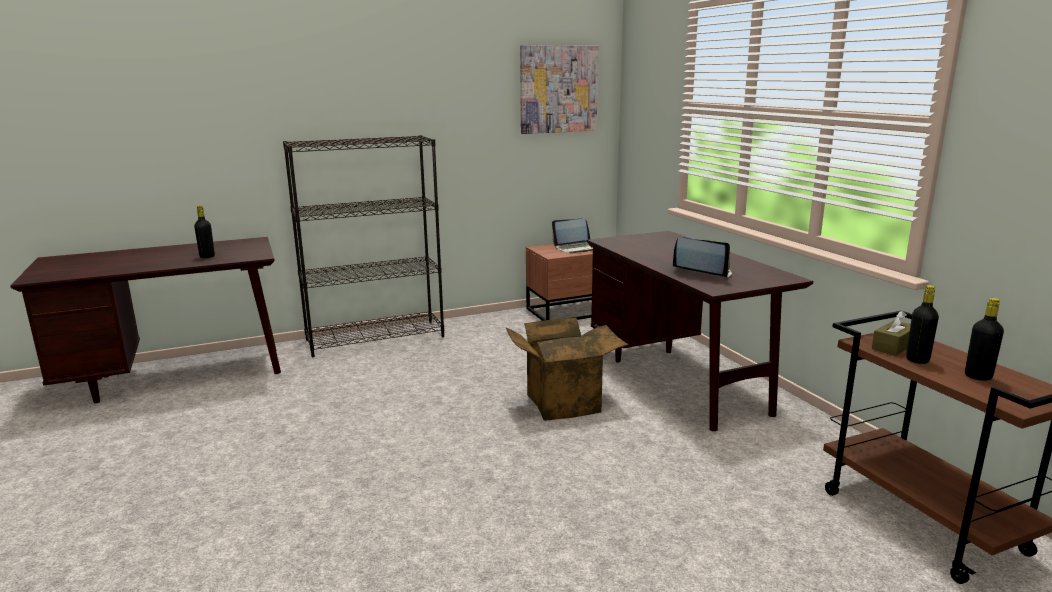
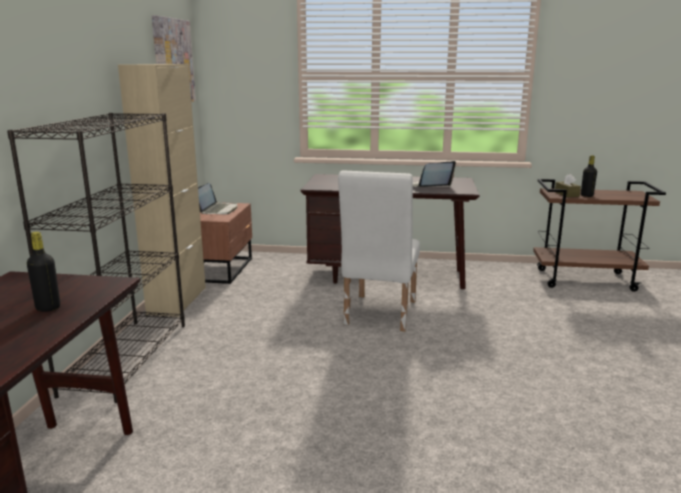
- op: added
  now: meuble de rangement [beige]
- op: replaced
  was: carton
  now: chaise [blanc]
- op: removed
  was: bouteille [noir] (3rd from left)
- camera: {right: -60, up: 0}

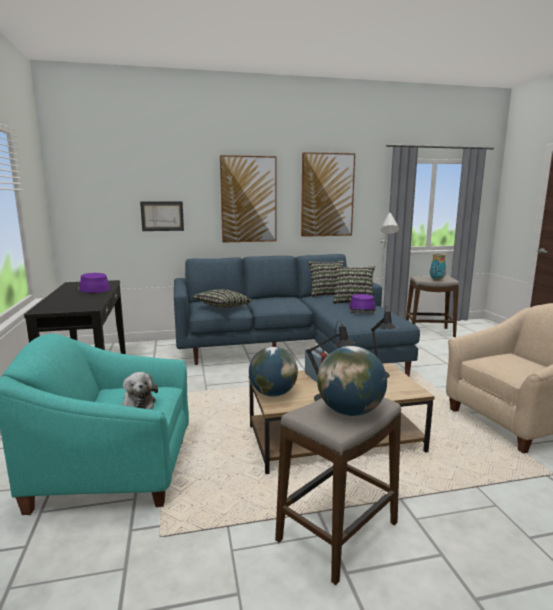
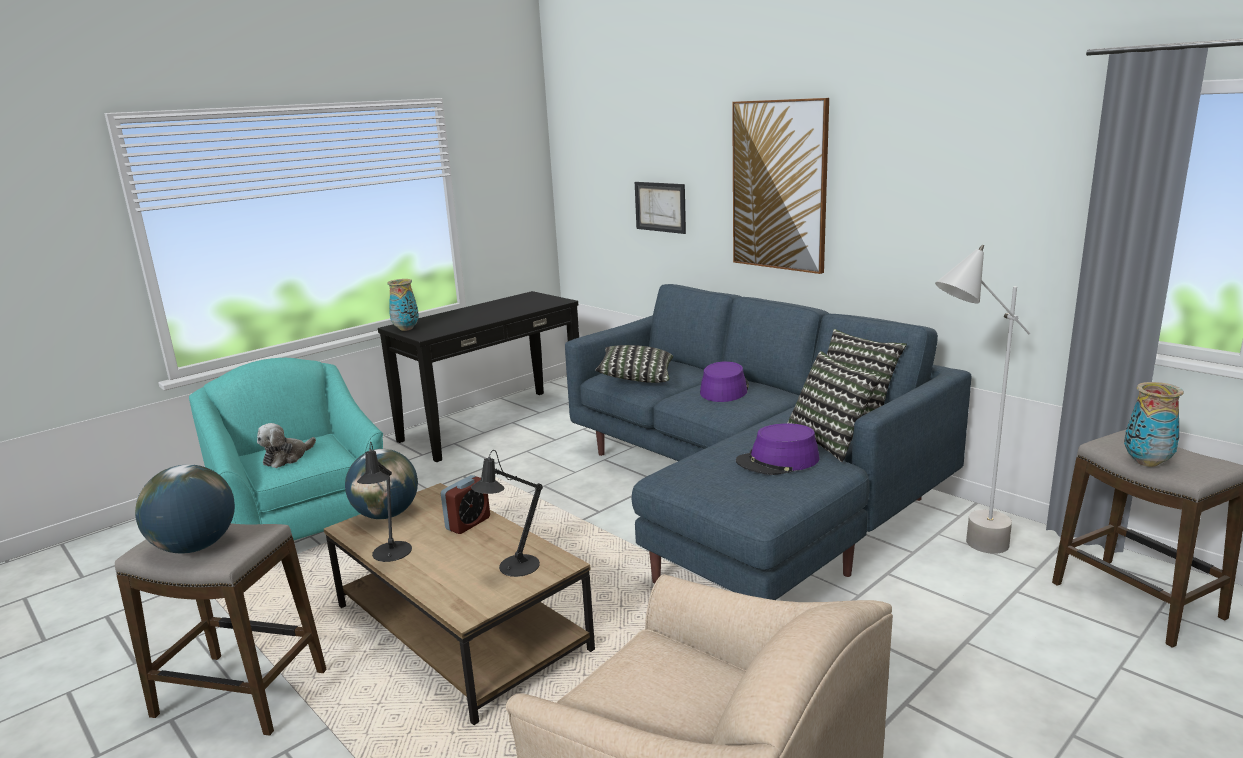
- op: added
  now: vase (1st from left)
- op: moved
  was: chapeau [violet] (1st from left)
- op: removed
  was: tableau (3rd from left)
- camera: {right: 60, up: 5}

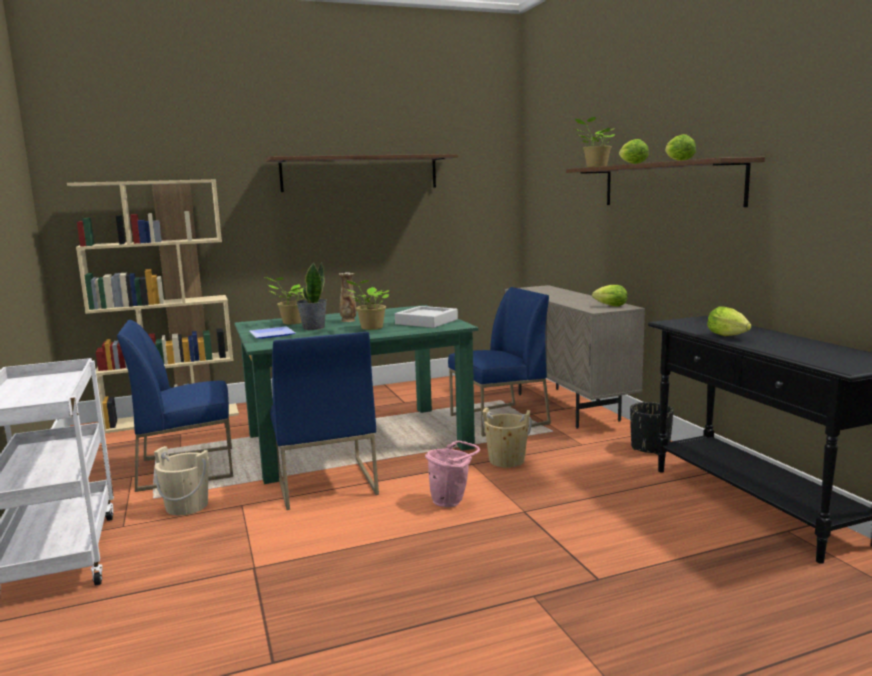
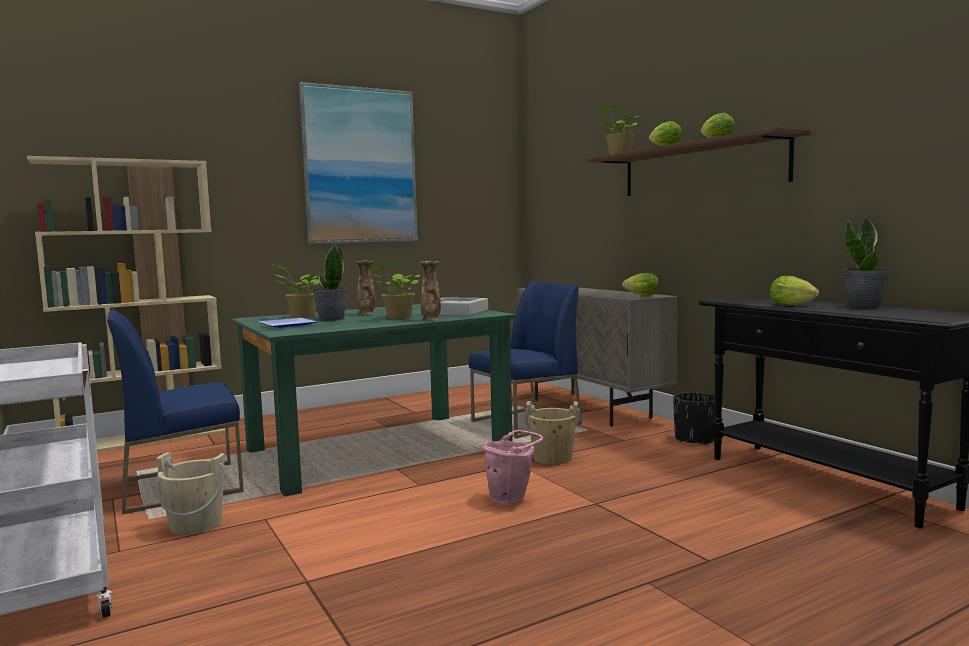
- op: replaced
  was: étagère [marron] (1st from left)
  now: tableau
- op: added
  now: vase (2nd from left)
- op: added
  now: plante en pot (5th from left)
- op: removed
  was: chaise [bleu] (2nd from left)
- camera: {right: -10, up: -5}

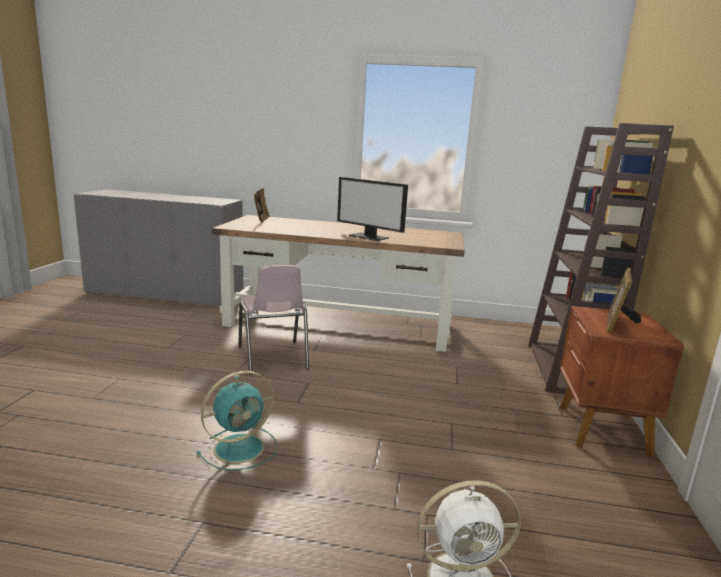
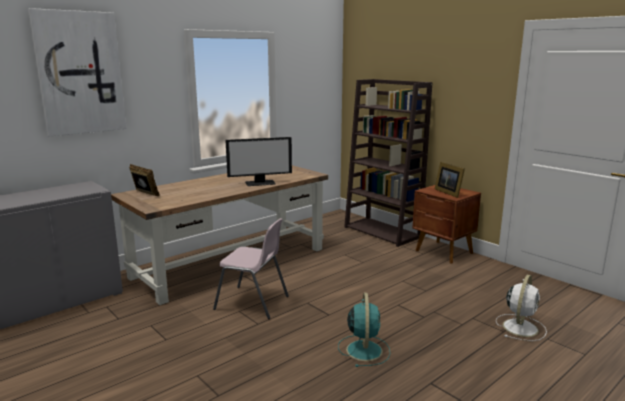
- op: added
  now: tableau
- camera: {right: -50, up: 0}

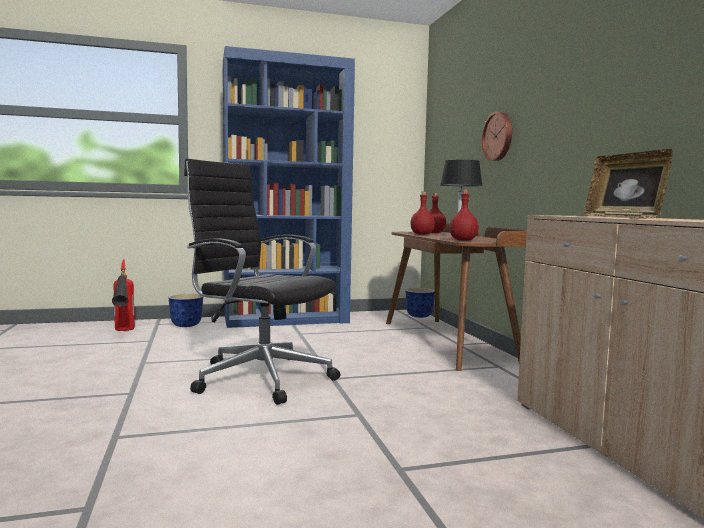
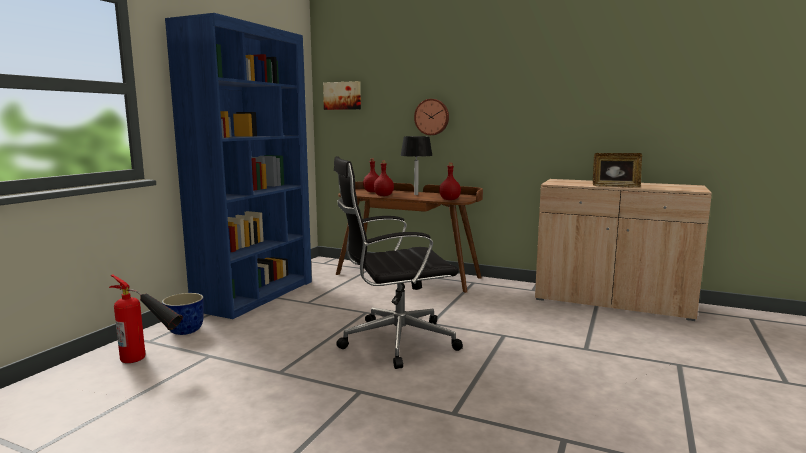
- op: added
  now: tableau
- op: removed
  was: cache-pot (2nd from left)
- camera: {right: -50, up: 5}

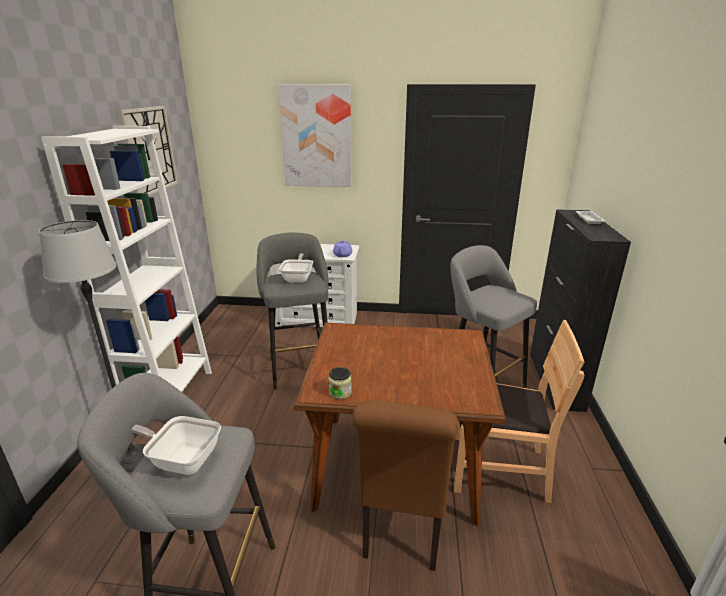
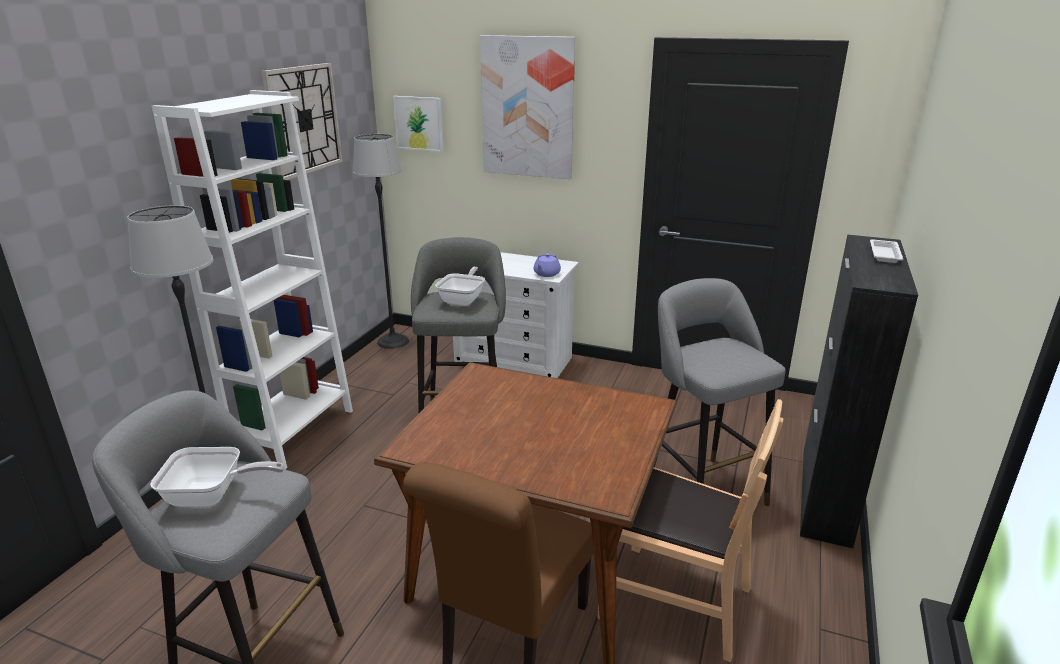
- op: turned
  was: poêle (1st from left)
  clockwise: 150
- op: added
  now: lampadaire (2nd from left)
- op: added
  now: tableau (1st from left)
- op: removed
  was: bocal
- camera: {right: 15, up: 0}

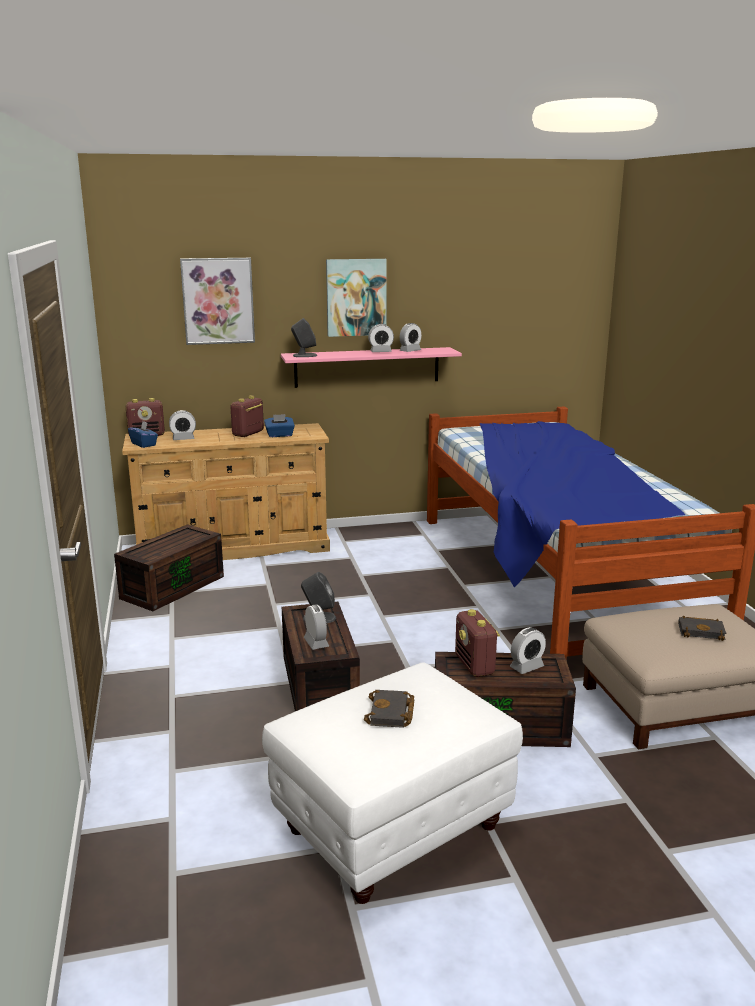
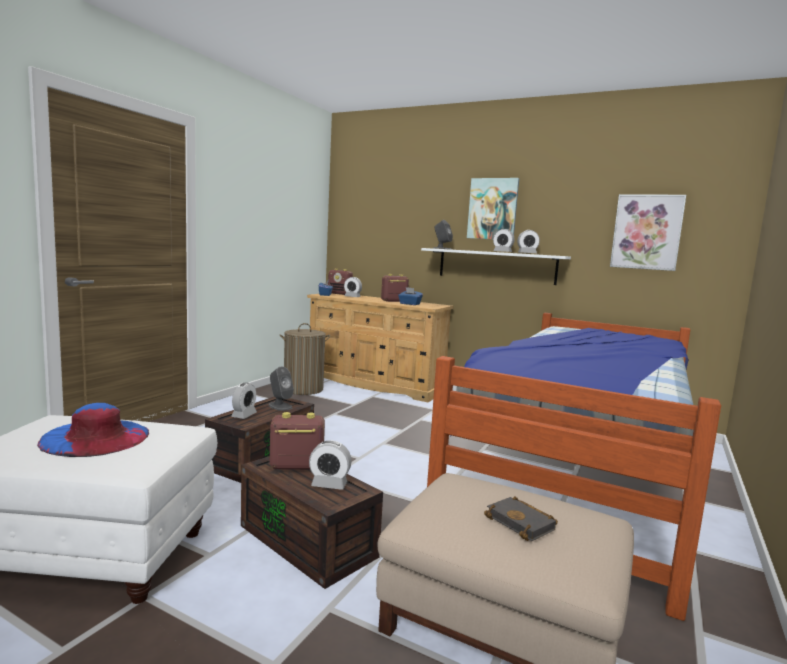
- op: replaced
  was: livre [noir] (1st from left)
  now: chapeau [bleu]
- op: turned
  was: radio (3rd from left in the first image)
  clockwise: 60
- op: replaced
  was: boîte de rangement [marron] (1st from left)
  now: panier à linge
- op: recoloured
  was: étagère [rose]
  now: étagère [blanc]
- op: moved
  was: tableau (1st from left in the first image)
  now: tableau (2nd from left)
- camera: {right: 40, up: -10}

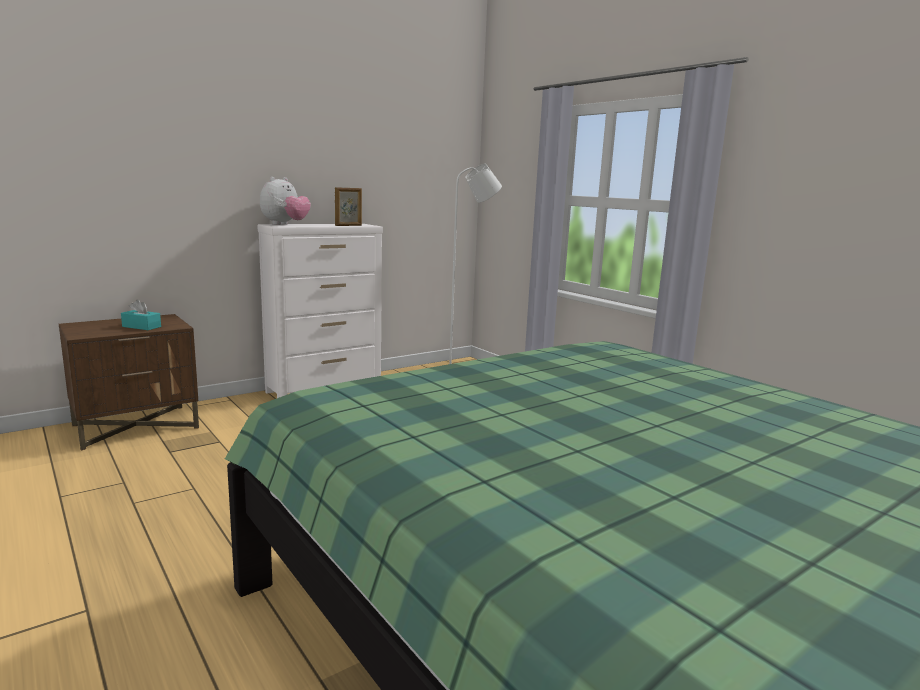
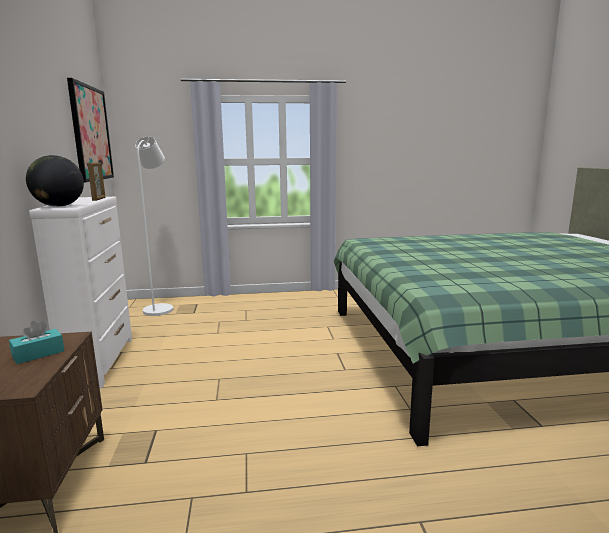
- op: replaced
  was: peluche
  now: globe
- op: added
  now: tableau
- camera: {right: -60, up: 0}

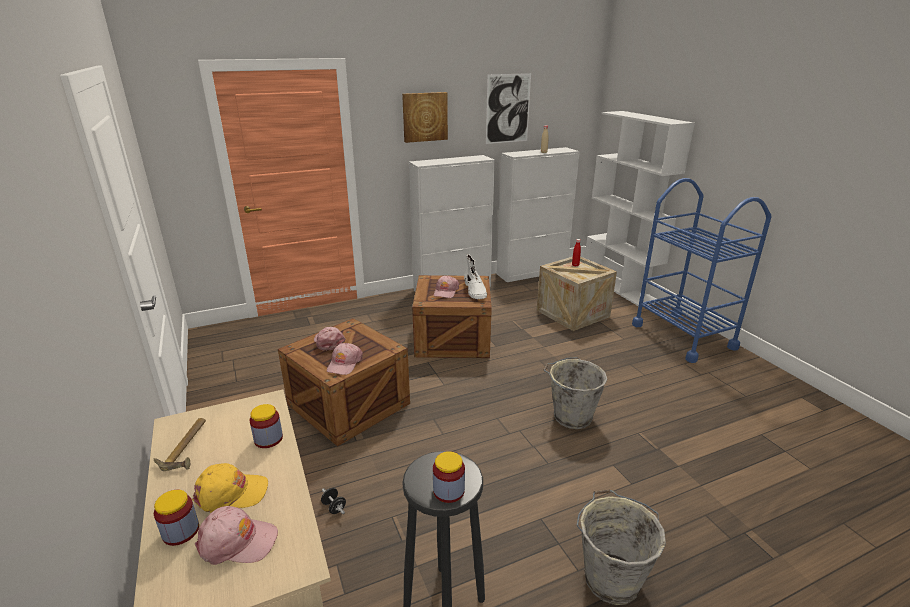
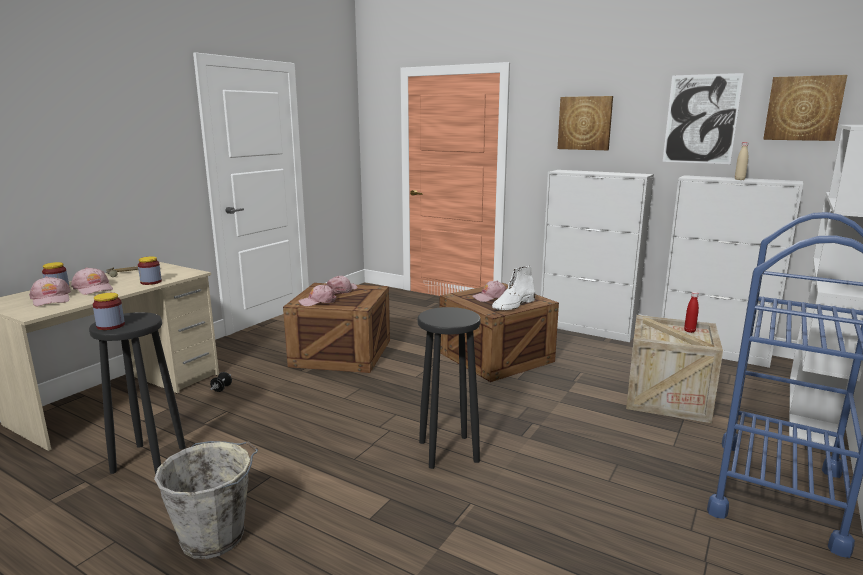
- op: recoloured
  was: casquette [jaune]
  now: casquette [rose] (2nd from left)
- op: replaced
  was: seau [gris] (1st from left)
  now: tabouret [noir] (2nd from left)
- op: added
  now: tableau (3rd from left)
- camera: {right: 55, up: -10}

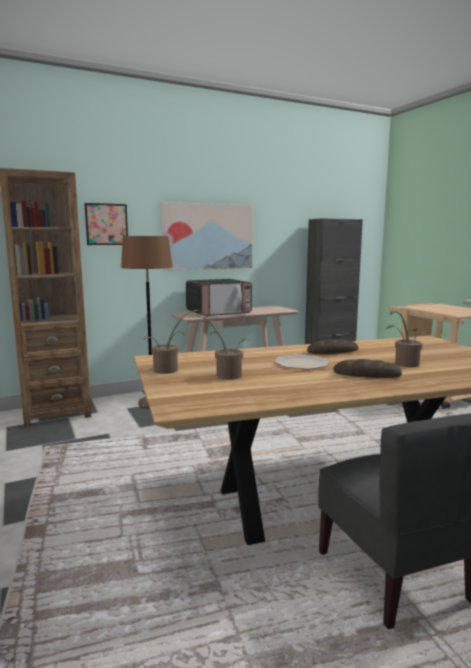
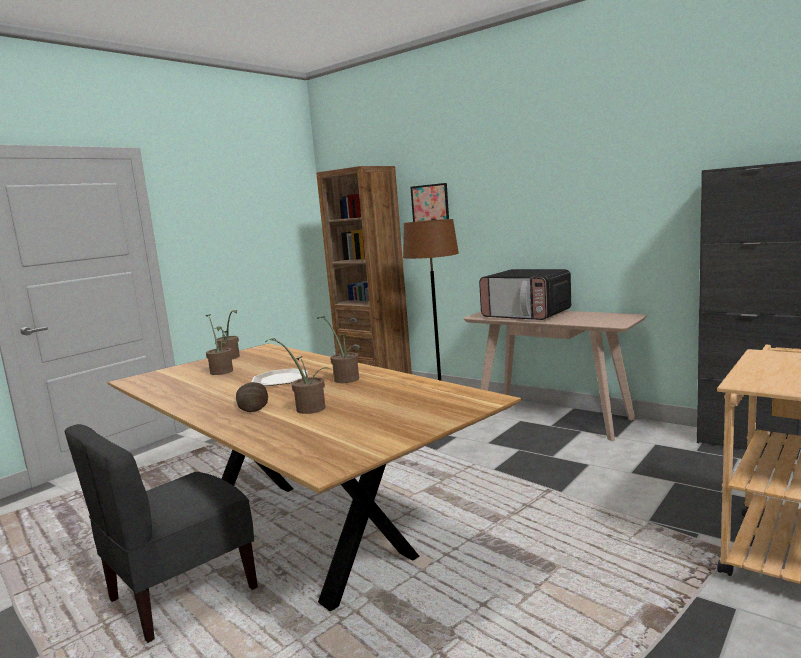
- op: replaced
  was: pain (1st from left)
  now: plante en pot (4th from left)
- op: removed
  was: tableau (2nd from left)
- camera: {right: 65, up: 0}

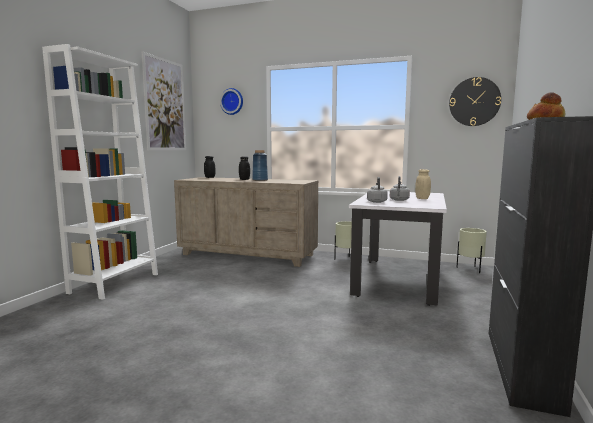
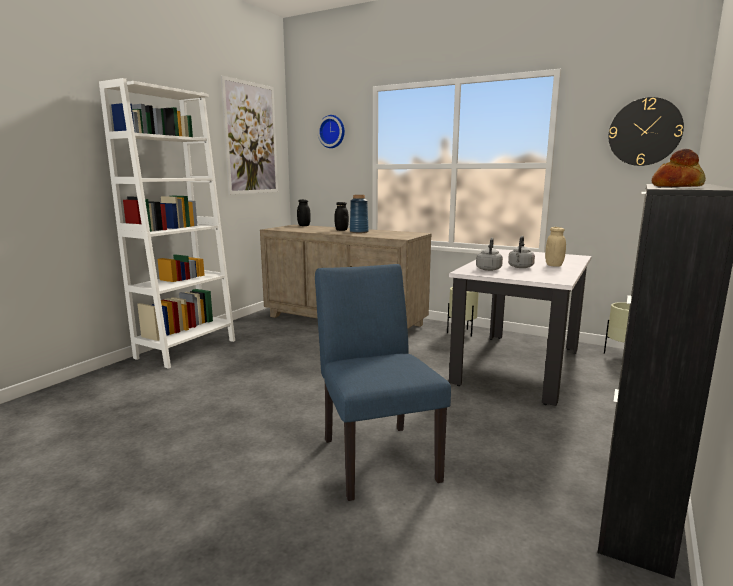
- op: added
  now: chaise [bleu]
- camera: {right: 10, up: 5}

